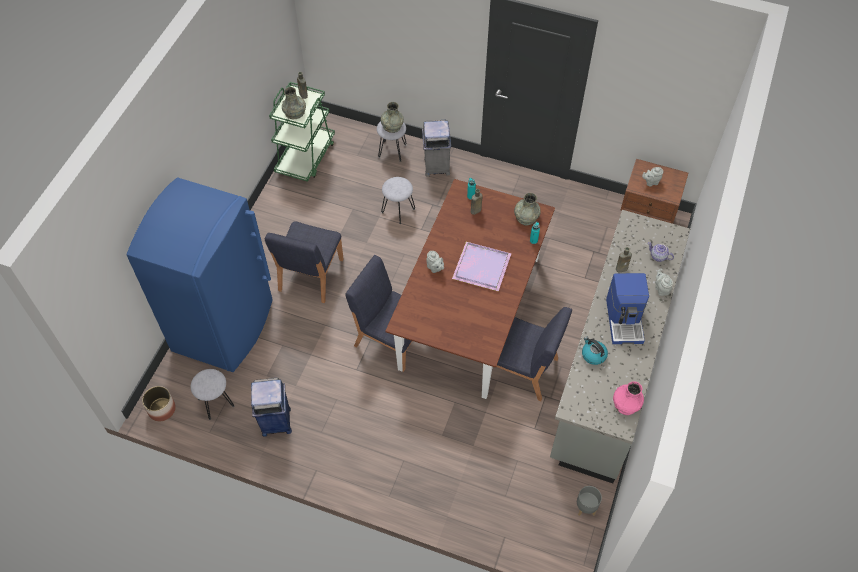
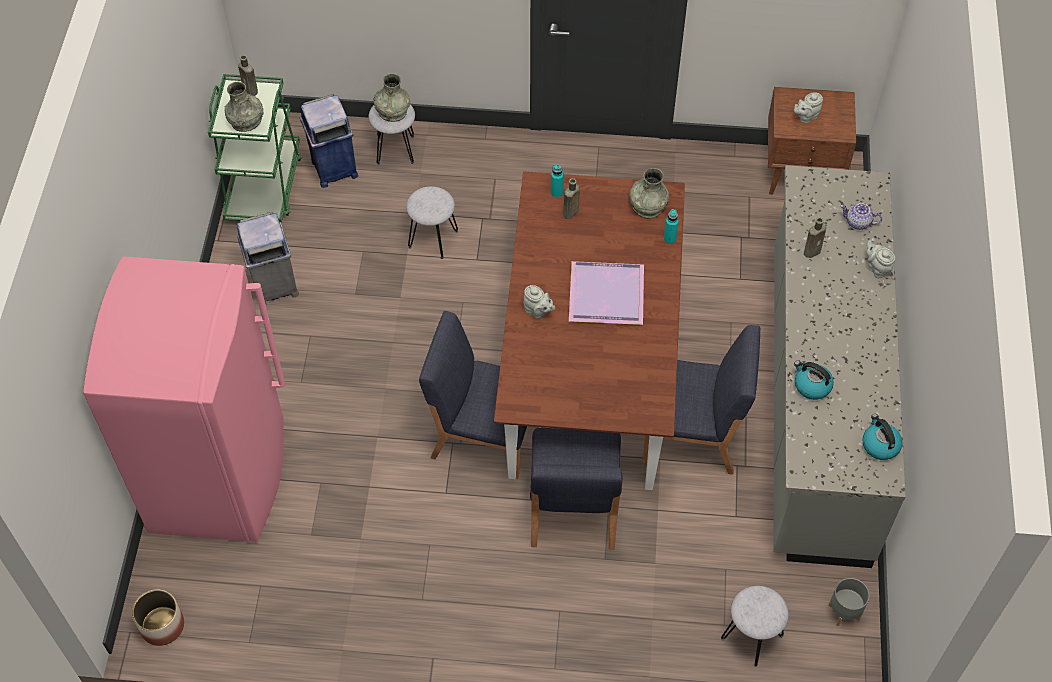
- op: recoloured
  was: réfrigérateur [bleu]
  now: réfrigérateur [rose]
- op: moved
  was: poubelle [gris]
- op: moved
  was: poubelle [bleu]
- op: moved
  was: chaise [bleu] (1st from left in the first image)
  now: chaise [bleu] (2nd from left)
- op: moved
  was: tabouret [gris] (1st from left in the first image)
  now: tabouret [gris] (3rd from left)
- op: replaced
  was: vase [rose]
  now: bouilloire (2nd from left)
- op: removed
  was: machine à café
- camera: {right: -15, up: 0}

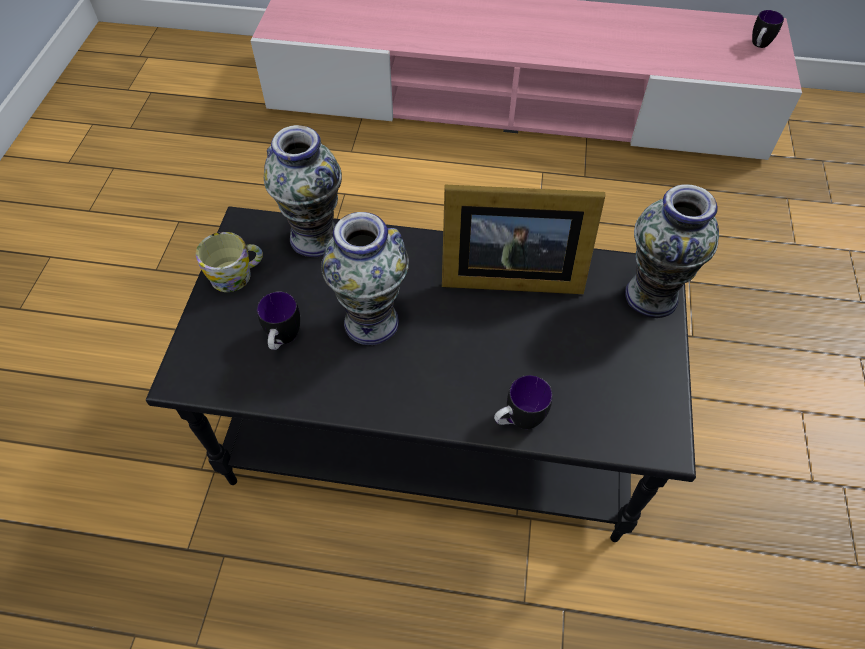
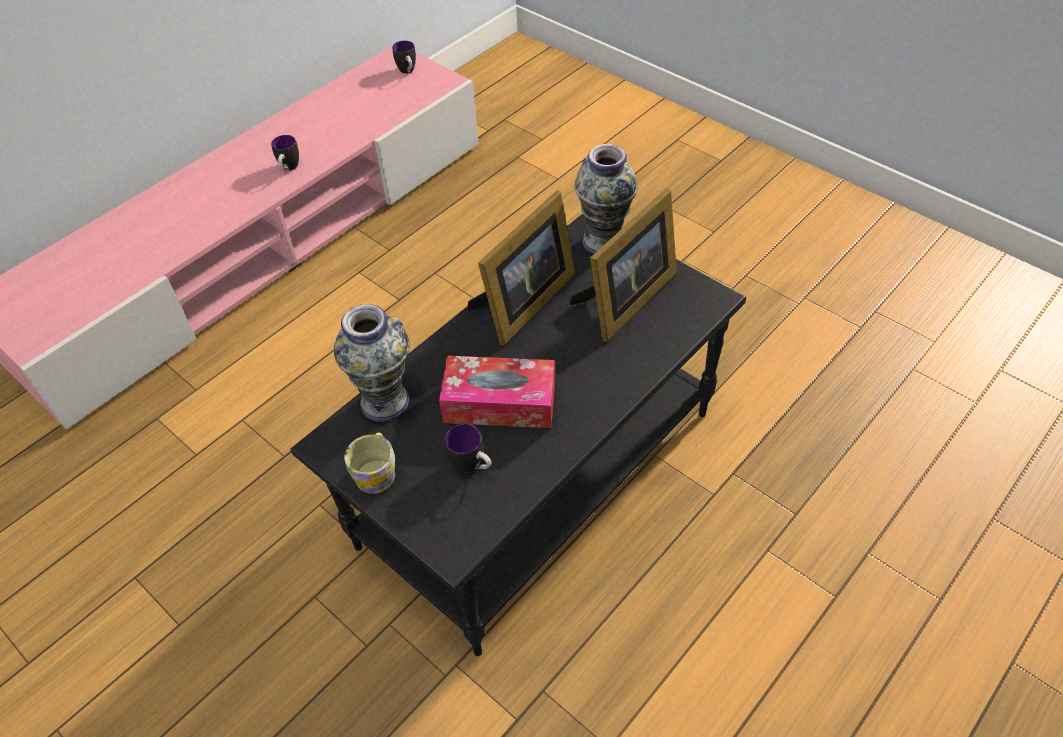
- op: moved
  was: mug (3rd from left in the first image)
  now: mug (1st from left)
- op: replaced
  was: vase (2nd from left)
  now: boîte à mouchoirs
- op: added
  now: cadre photo (2nd from left)
- camera: {right: -55, up: -5}

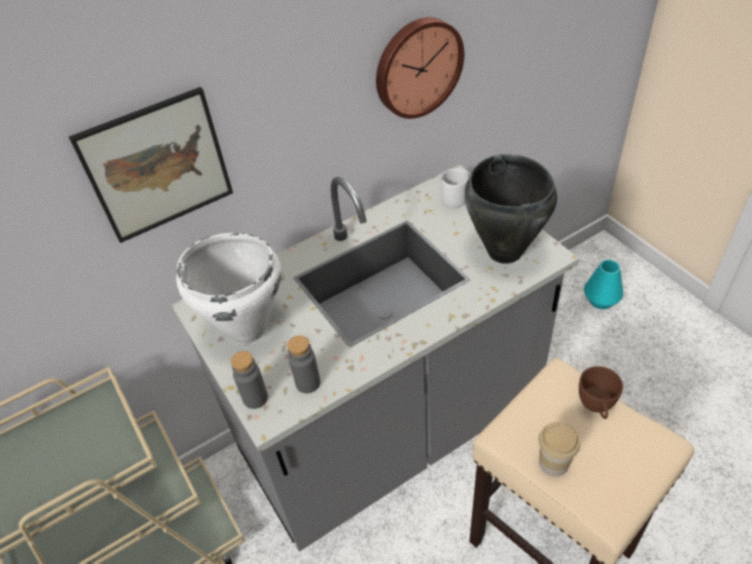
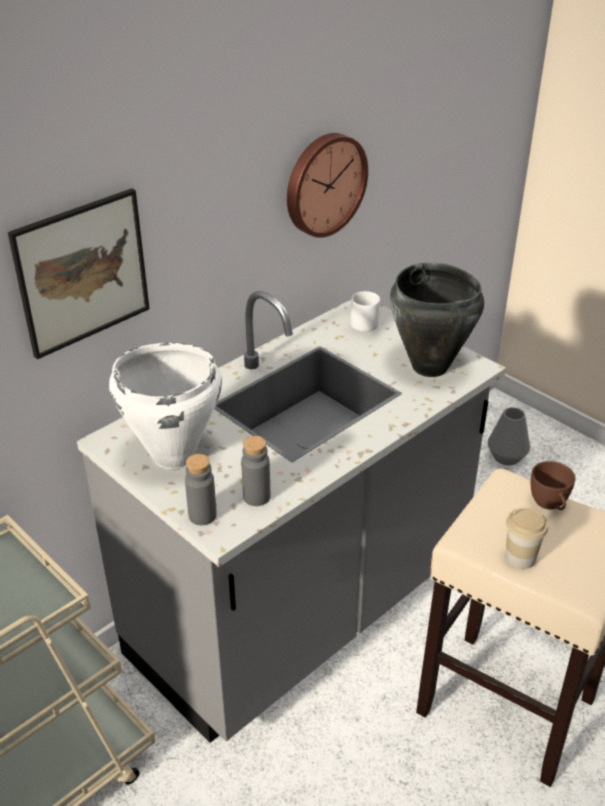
- op: recoloured
  was: vase [turquoise]
  now: vase [gris]
- camera: {right: -15, up: -10}

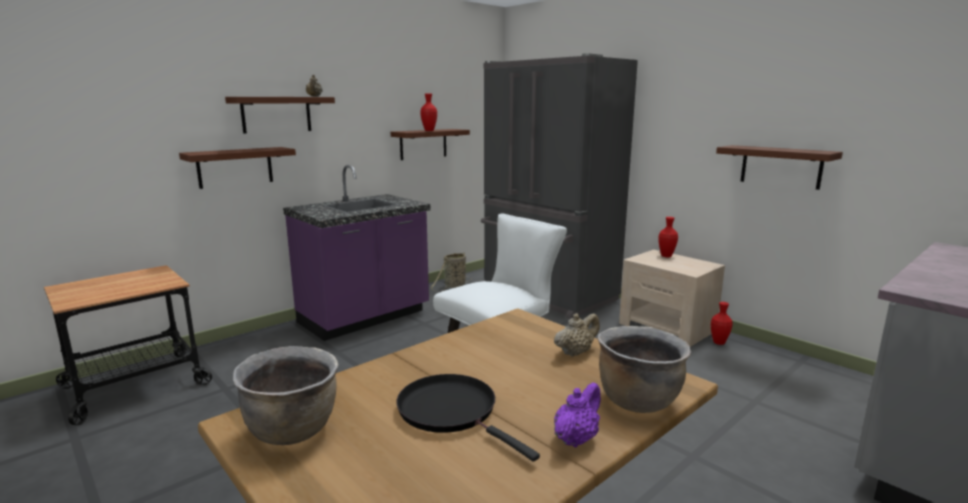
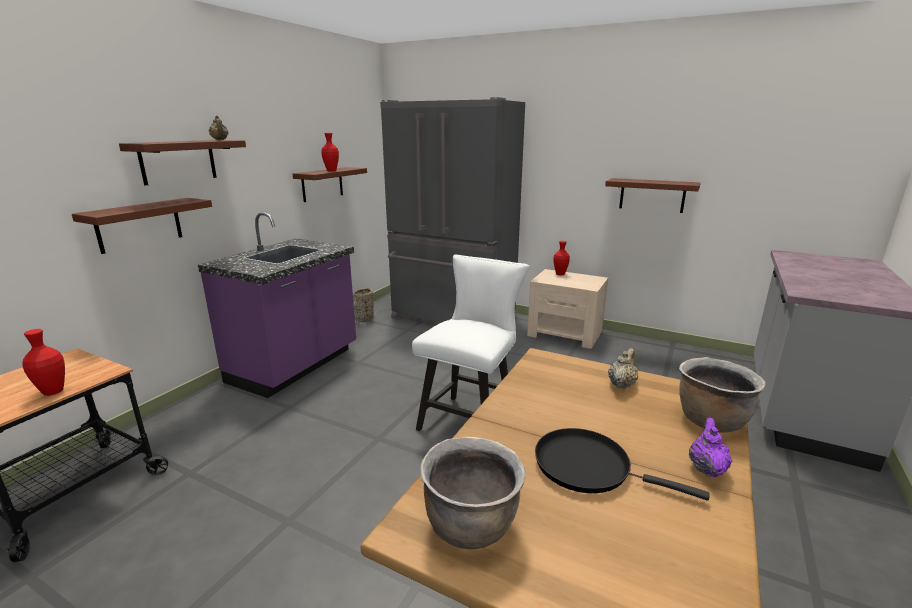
- op: moved
  was: vase [rouge] (3rd from left in the first image)
  now: vase [rouge] (1st from left)
- camera: {right: -20, up: 5}

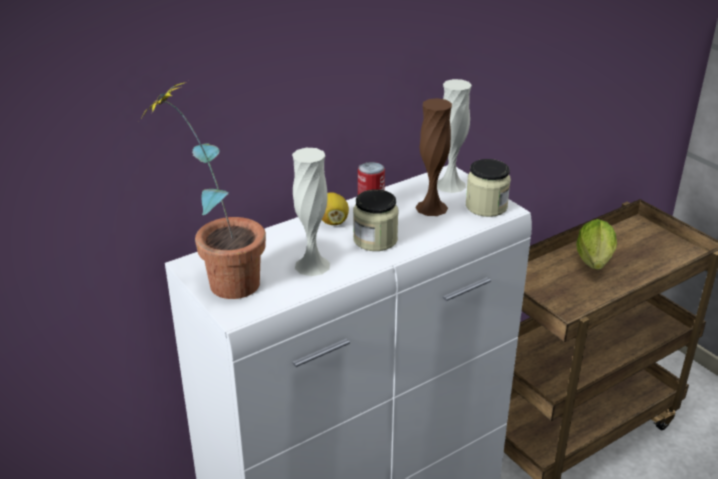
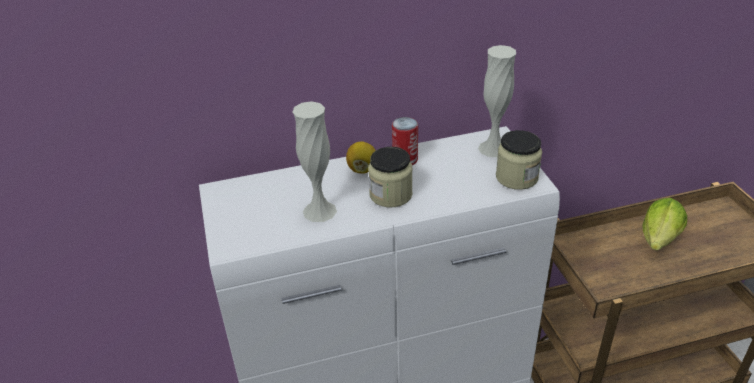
- op: removed
  was: plante en pot
- op: removed
  was: vase [marron]
- camera: {right: 20, up: 5}

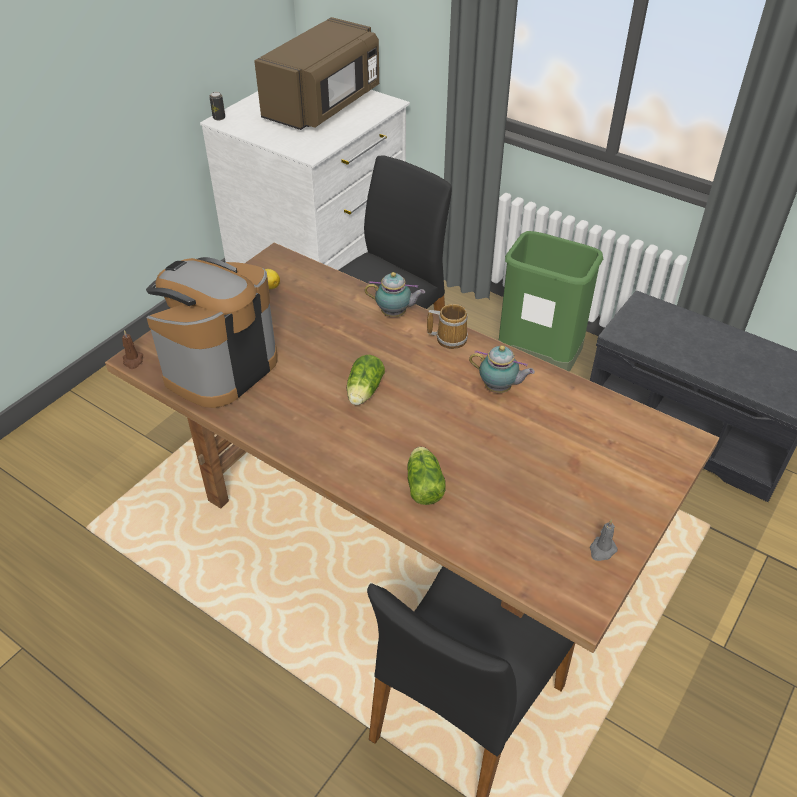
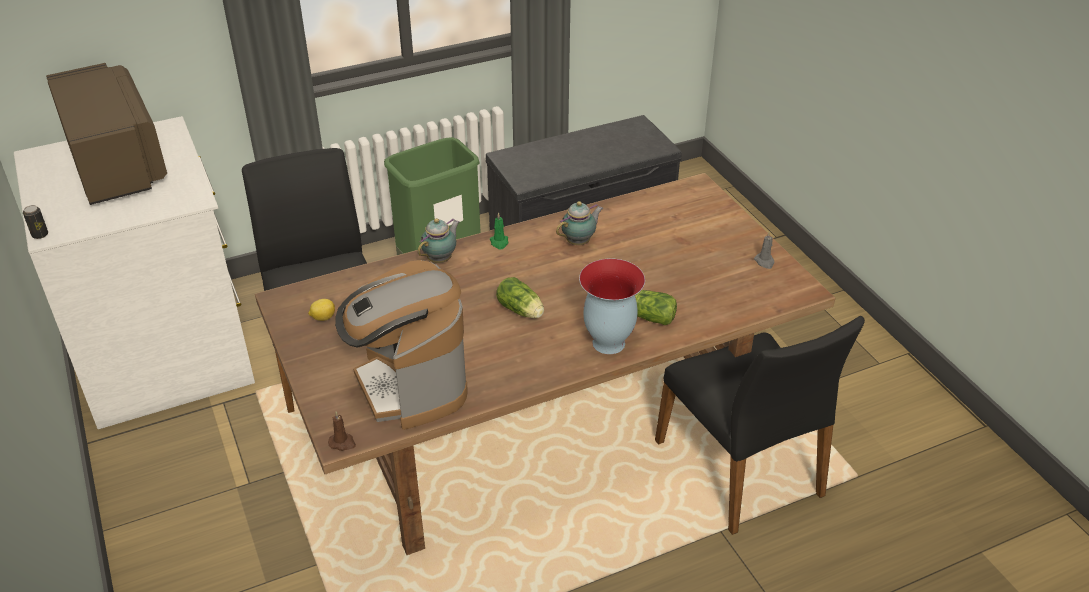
- op: replaced
  was: mug
  now: bougie [vert]
- op: added
  now: vase
- camera: {right: -60, up: -5}

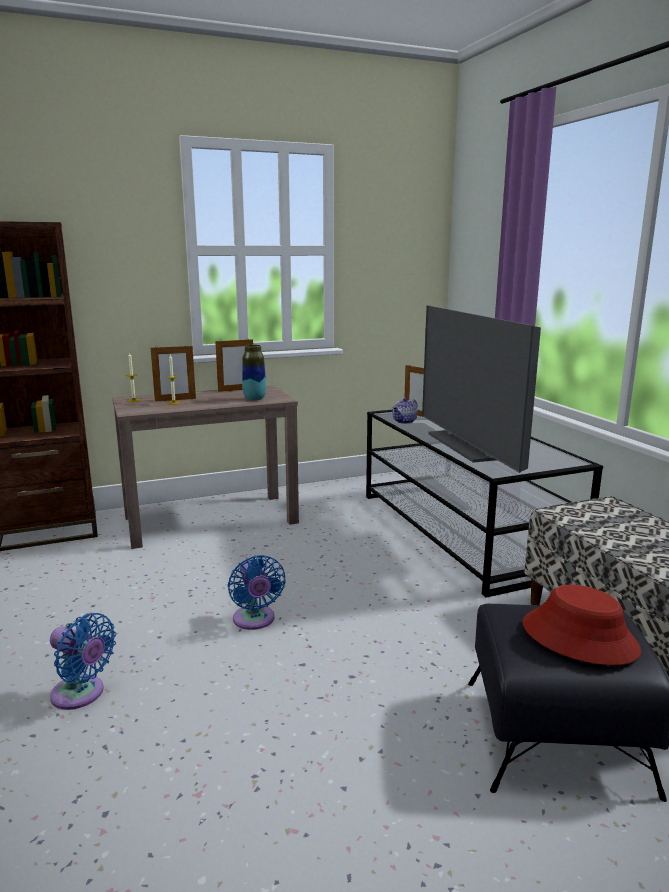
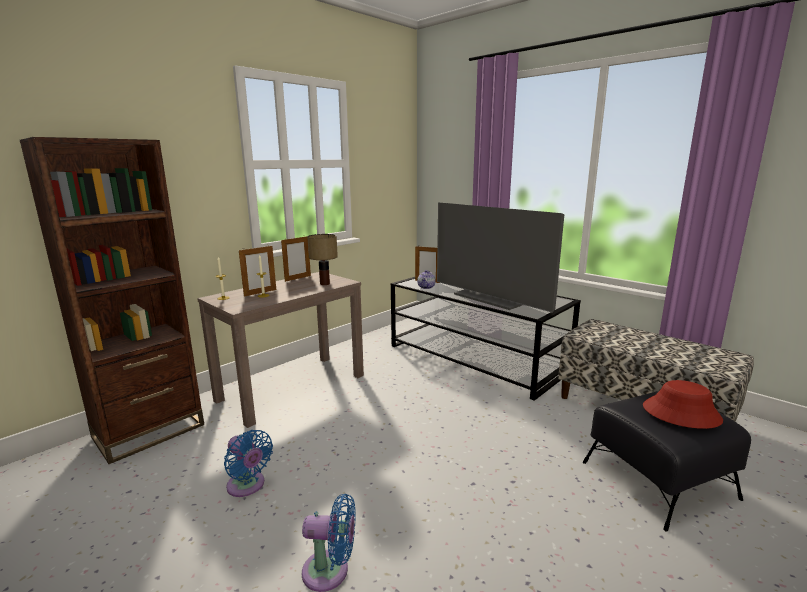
- op: moved
  was: ventilateur [bleu] (2nd from left in the first image)
  now: ventilateur [bleu] (1st from left)
- op: replaced
  was: vase
  now: lampe de table
- camera: {right: -25, up: 0}

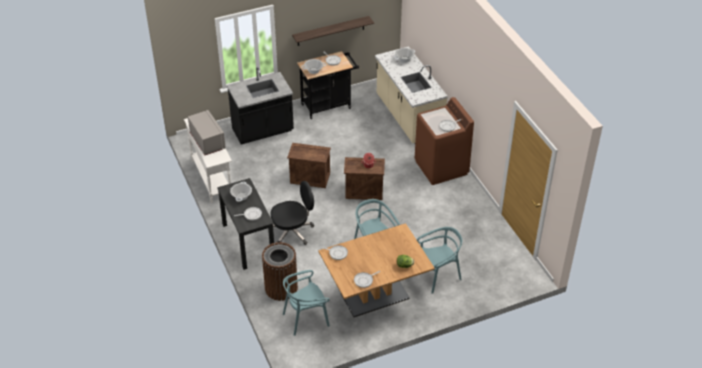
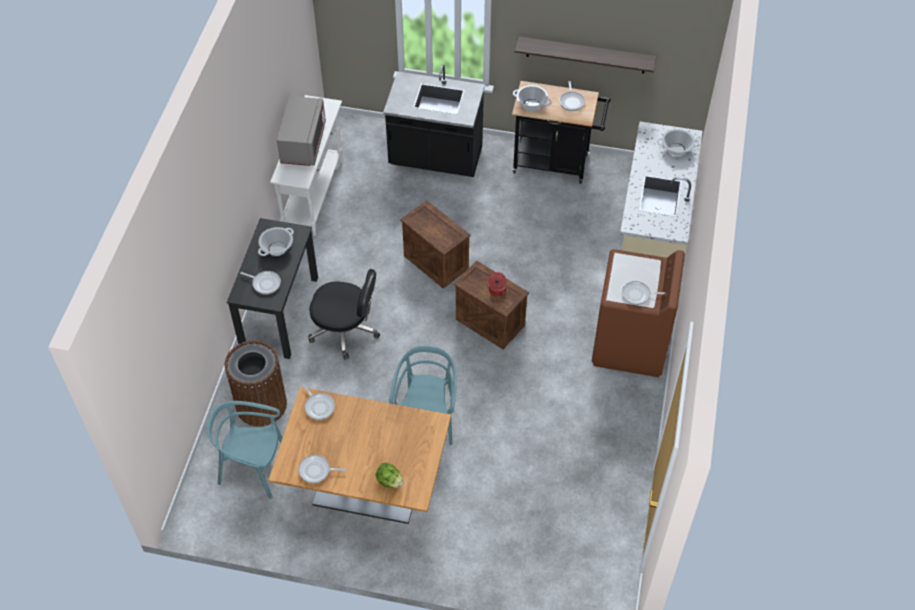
- op: removed
  was: chaise [turquoise] (3rd from left)
- camera: {right: 35, up: 10}

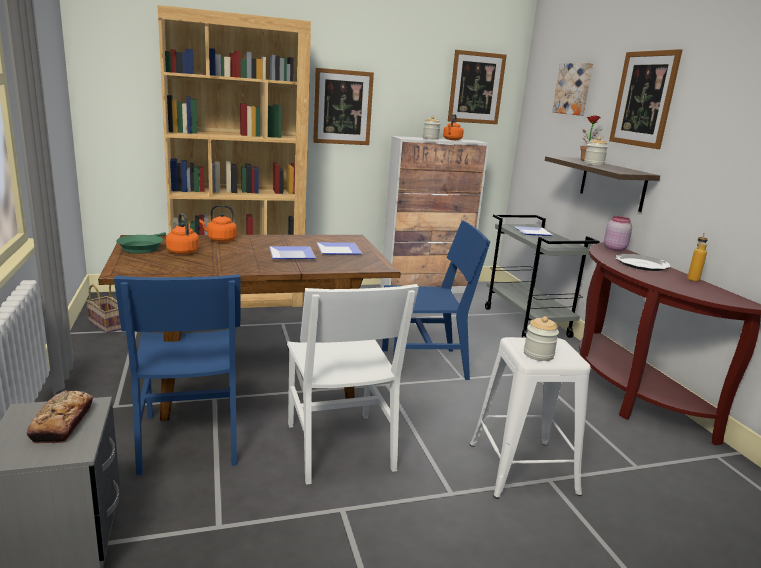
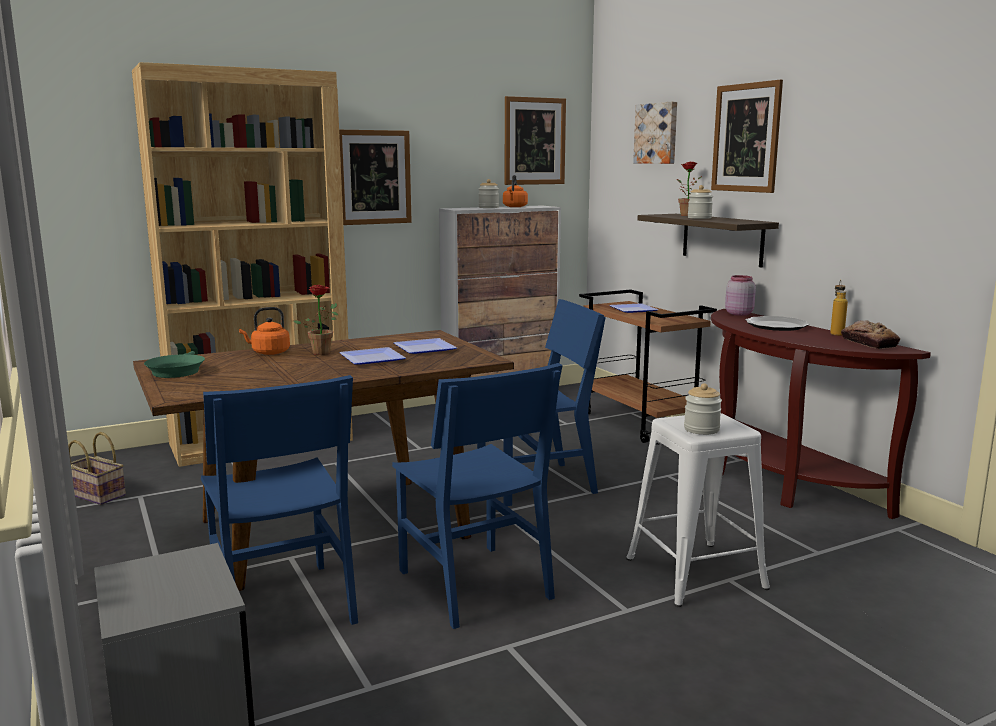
- op: added
  now: plante en pot (1st from left)
- op: recoloured
  was: chaise [blanc]
  now: chaise [bleu] (2nd from left)
- op: recoloured
  was: chariot [gris]
  now: chariot [marron]
- op: moved
  was: pain
- op: removed
  was: bouilloire [orange] (1st from left)
- camera: {right: -10, up: -5}

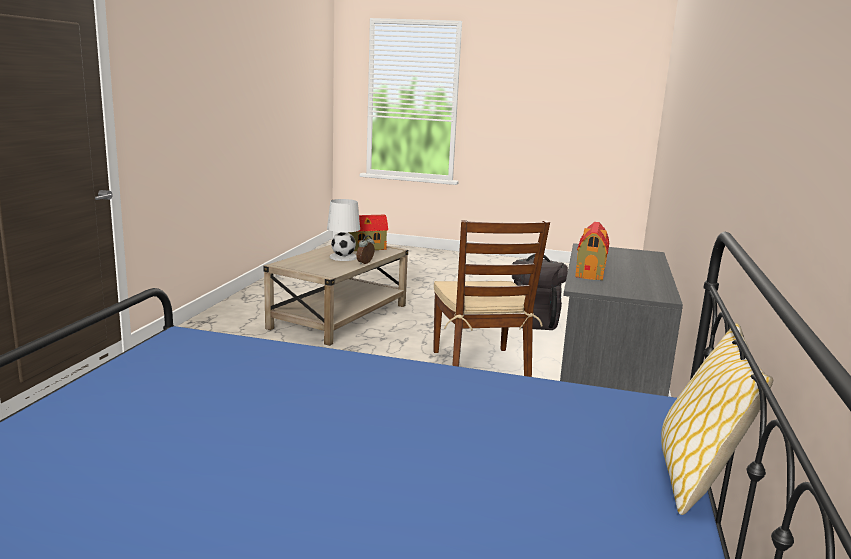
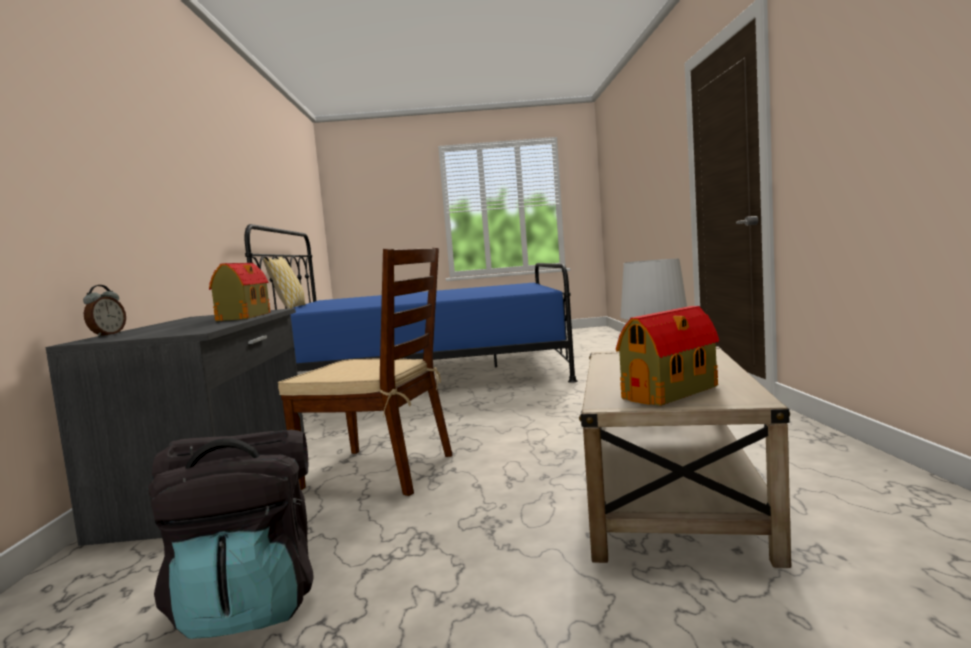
- op: moved
  was: réveil
- op: turned
  was: chaise [marron]
  clockwise: 135
- camera: {right: 165, up: -10}

